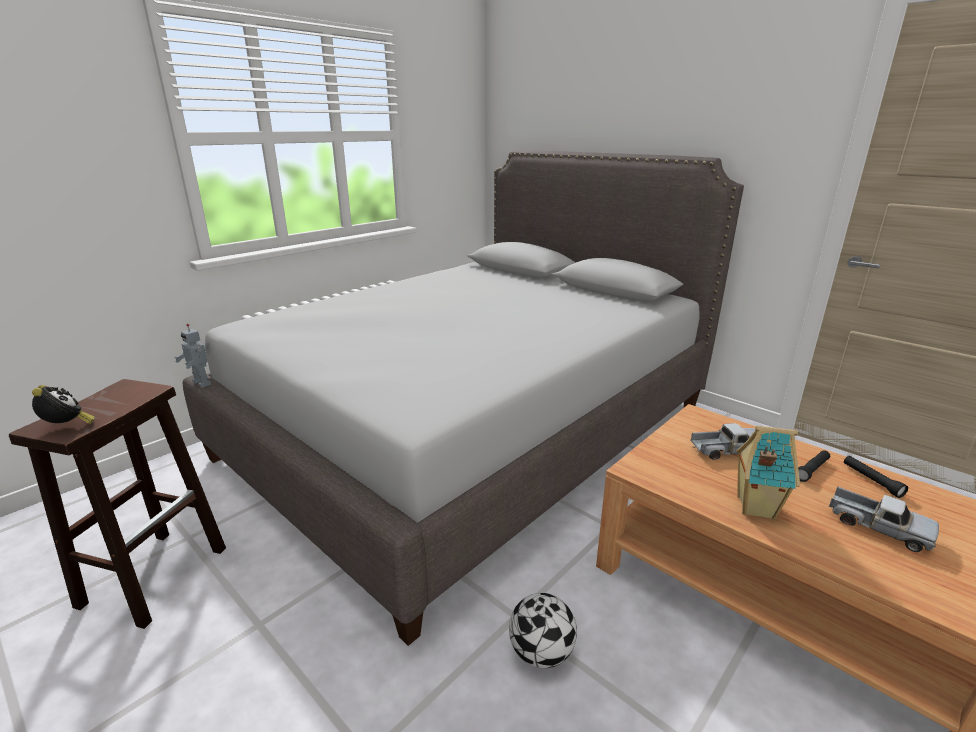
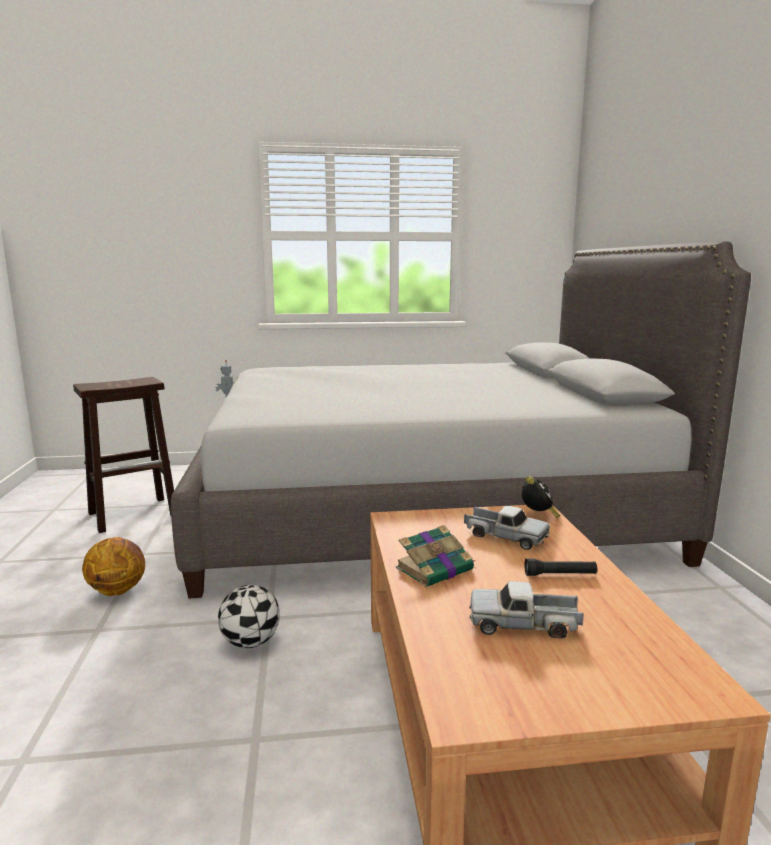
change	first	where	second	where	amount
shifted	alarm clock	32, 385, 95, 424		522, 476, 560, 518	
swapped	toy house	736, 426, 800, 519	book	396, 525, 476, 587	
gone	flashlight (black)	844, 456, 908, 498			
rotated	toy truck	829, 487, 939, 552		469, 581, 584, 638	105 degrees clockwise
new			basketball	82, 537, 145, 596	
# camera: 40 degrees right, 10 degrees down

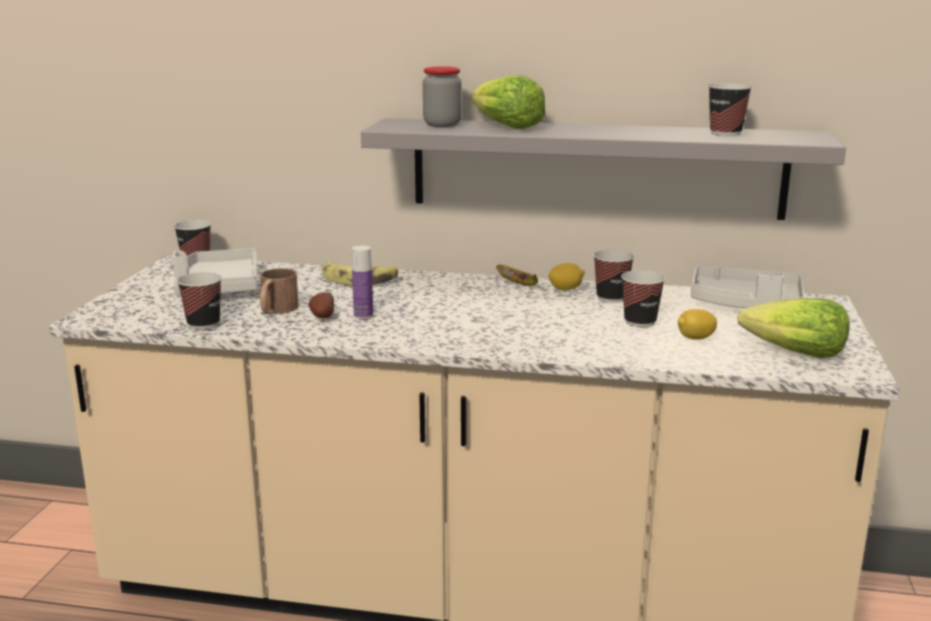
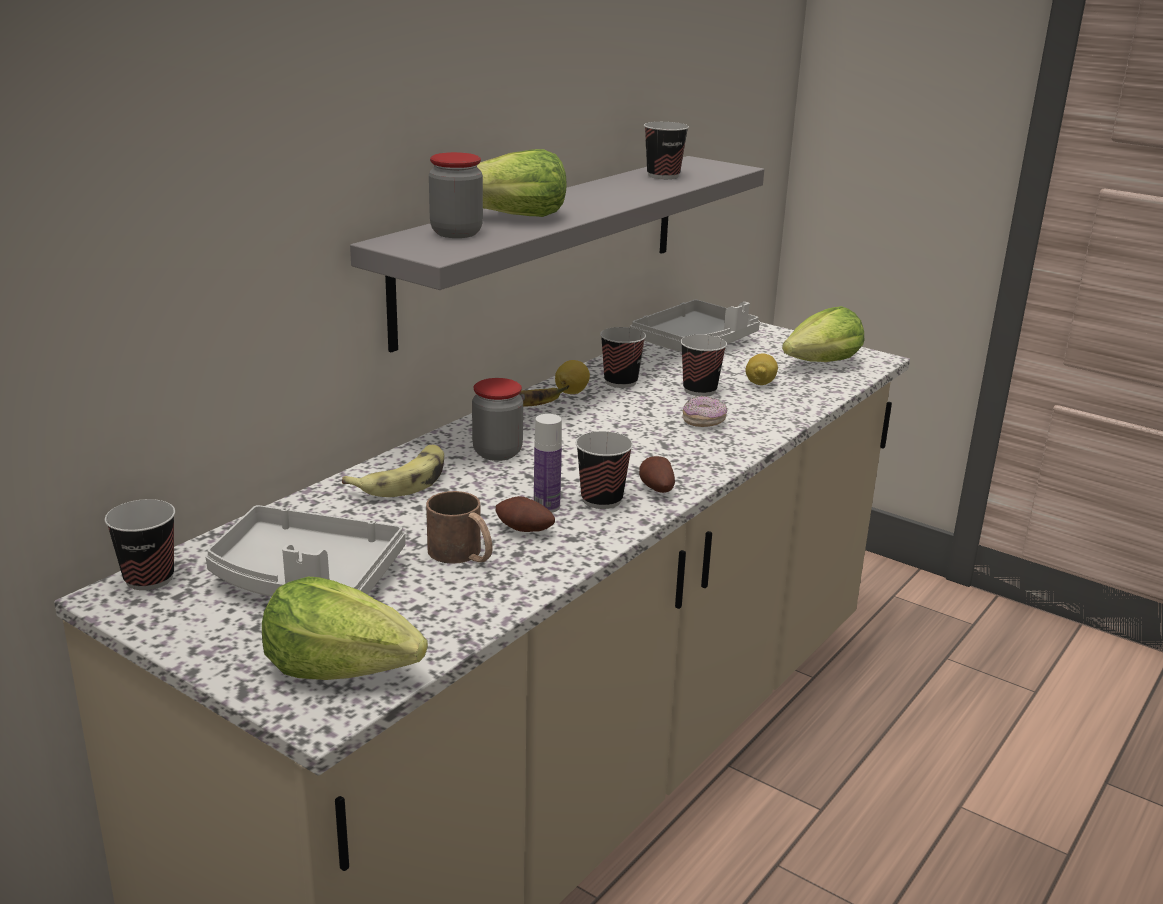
change	first	where	second	where	amount
shifted	cup	177, 272, 222, 330		576, 431, 633, 509	
new			jar	472, 378, 523, 461	
new			donut	682, 396, 727, 427	
new			potato	639, 456, 675, 493	
new			lettuce	262, 577, 428, 680	
# camera: 65 degrees left, 5 degrees up

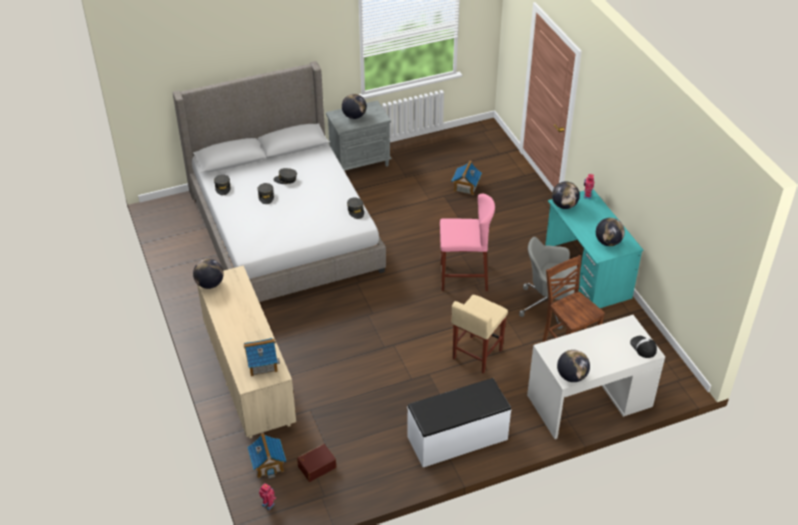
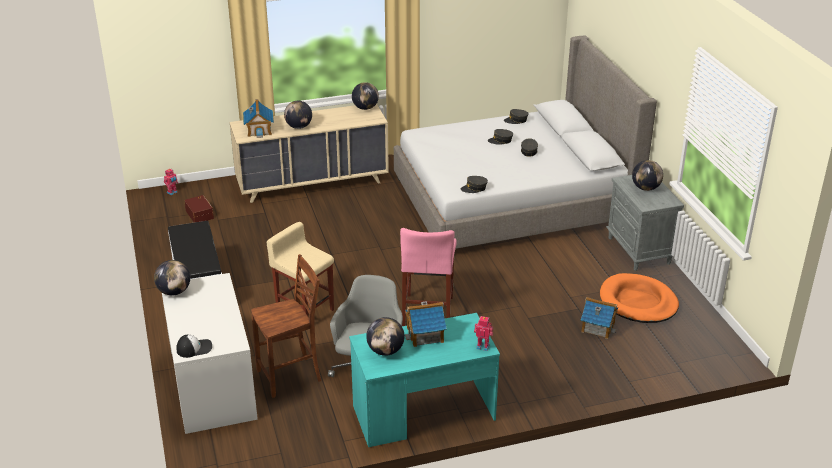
change	first	where	second	where	amount
shifted	globe	552, 182, 580, 209		284, 101, 312, 129	
shifted	toy house	247, 433, 286, 479		405, 301, 447, 347	
new			dog bed (orange)	600, 273, 679, 323	
# camera: 95 degrees right, 10 degrees down

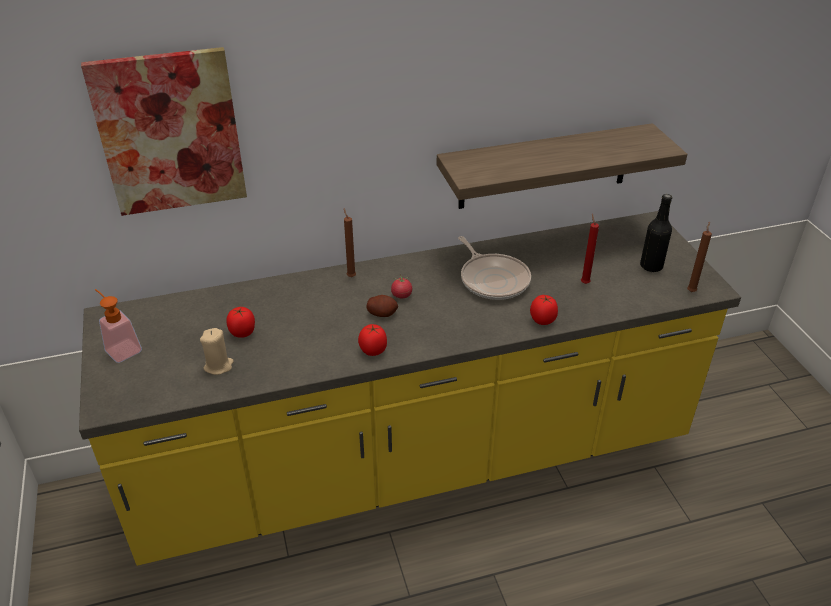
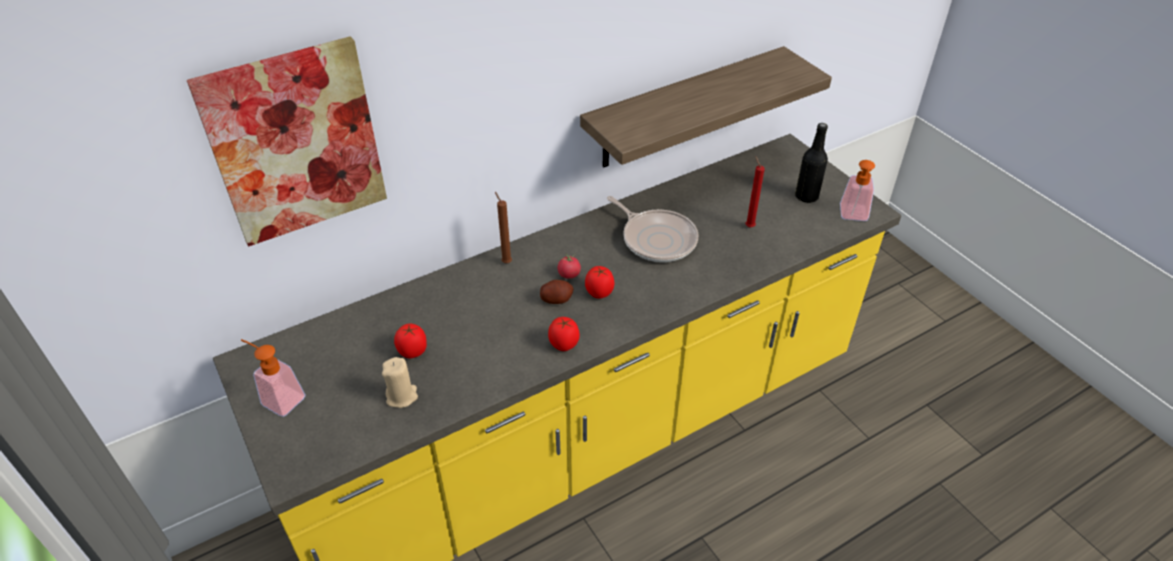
change	first	where	second	where	amount
swapped	candle (brown)	687, 222, 712, 292	soap dispenser	840, 160, 875, 221	
shifted	tomato	530, 295, 558, 325		585, 266, 614, 299	
# camera: 15 degrees left, 5 degrees up

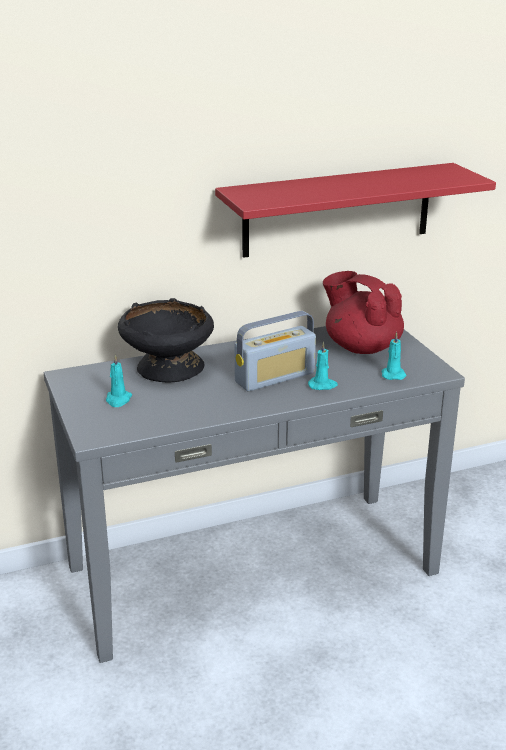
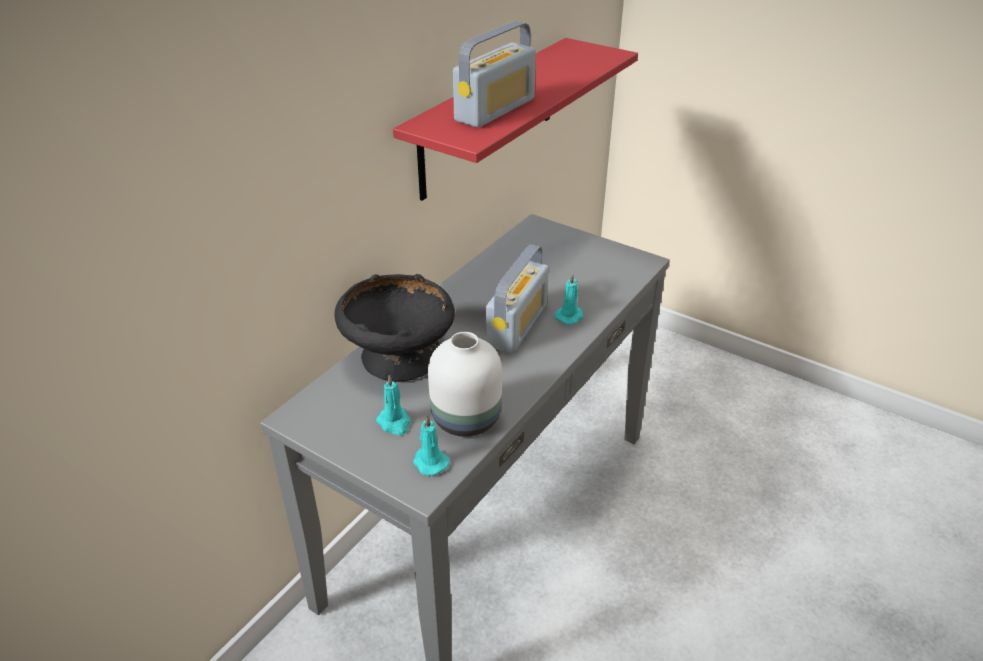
change	first	where	second	where	amount
gone	teapot (red)	323, 271, 404, 354			
shifted	candle (turquoise)	381, 332, 406, 380		413, 415, 449, 476	
new			radio	453, 21, 536, 128	
new			vase (white)	428, 332, 502, 437	
# camera: 35 degrees left, 10 degrees up

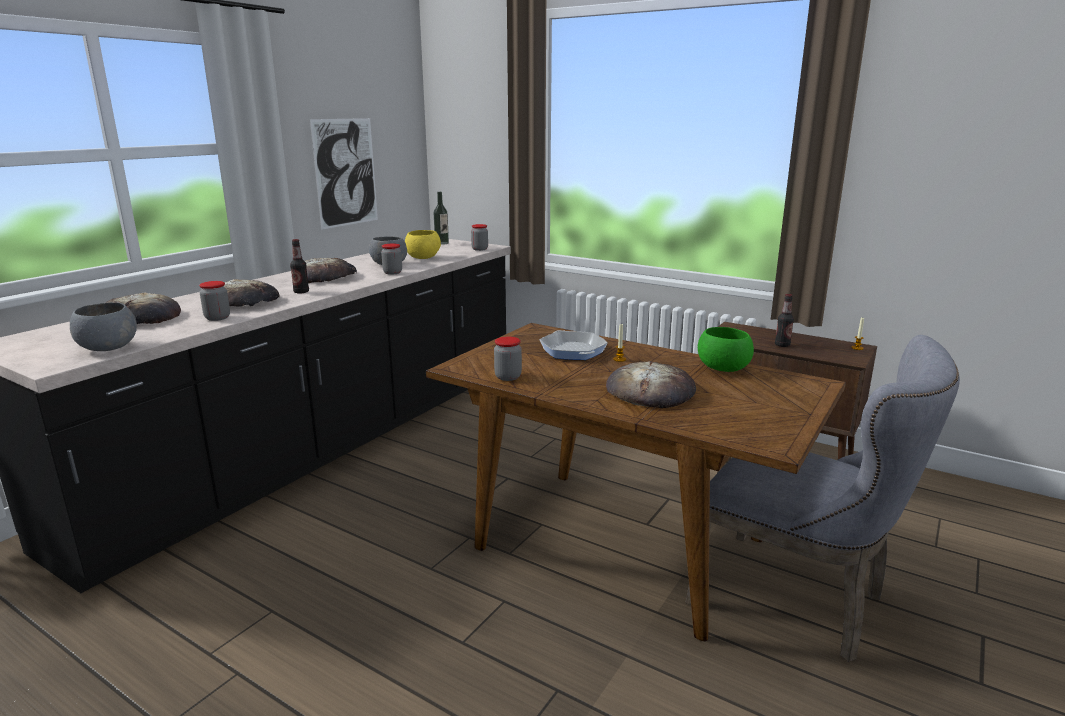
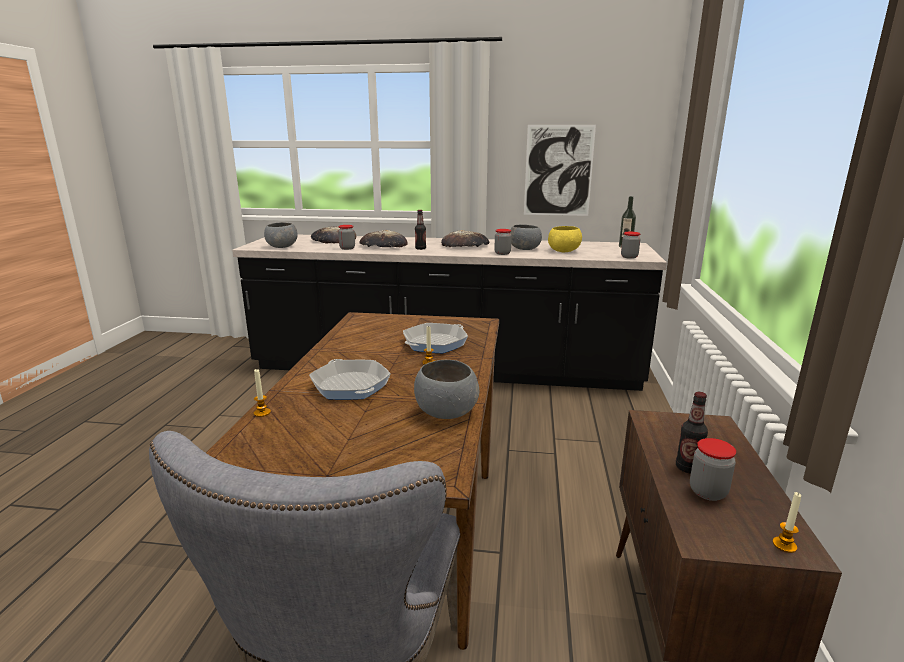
change	first	where	second	where	amount
repainted	bowl (green)	698, 327, 754, 372	bowl (grey)	414, 360, 479, 419	
shifted	jar	494, 337, 522, 381		690, 438, 736, 501	
swapped	bread	606, 361, 696, 408	frying pan	309, 359, 391, 400	
new			candle	254, 369, 271, 417	
# camera: 65 degrees right, 0 degrees up

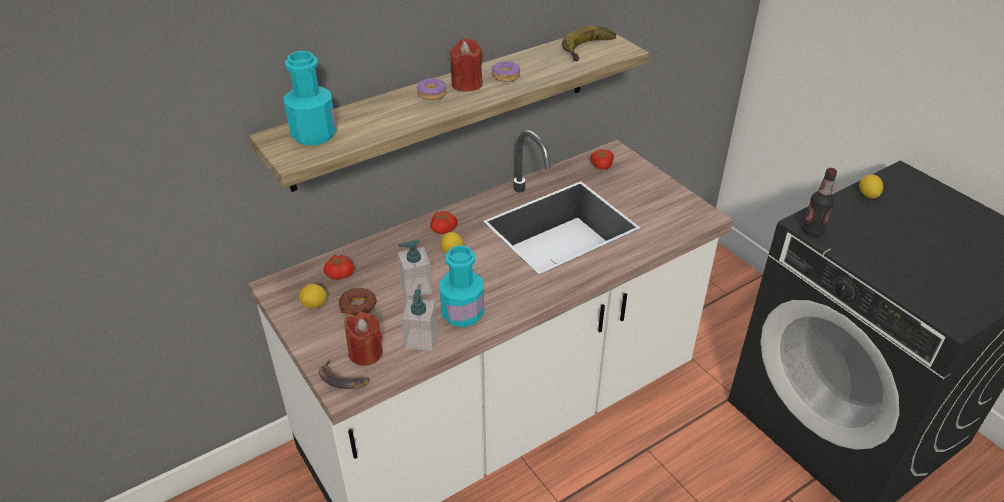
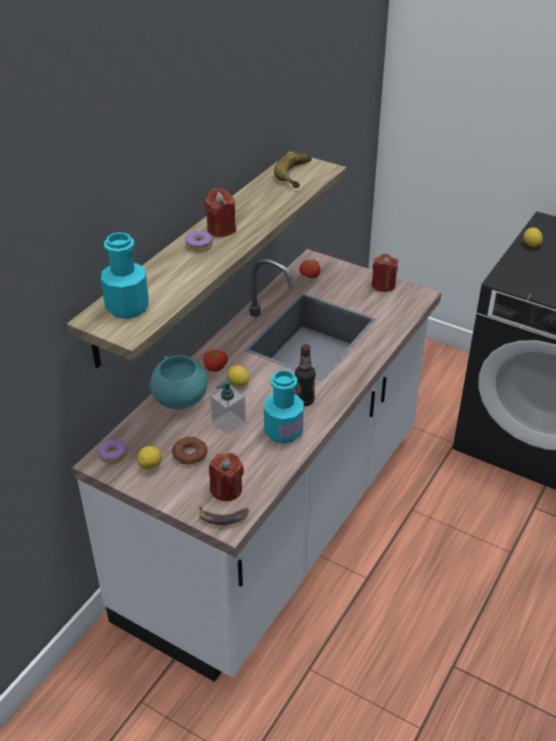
change	first	where	second	where	amount
shifted	donut	491, 61, 520, 82		97, 439, 127, 464	
shifted	bottle	802, 168, 837, 237		295, 344, 315, 406	
gone	tomato	323, 255, 354, 280			
gone	soap dispenser	401, 289, 438, 351			
new			candle (red)	372, 254, 398, 292	
new			bowl (turquoise)	149, 356, 208, 409	
# camera: 25 degrees left, 0 degrees up

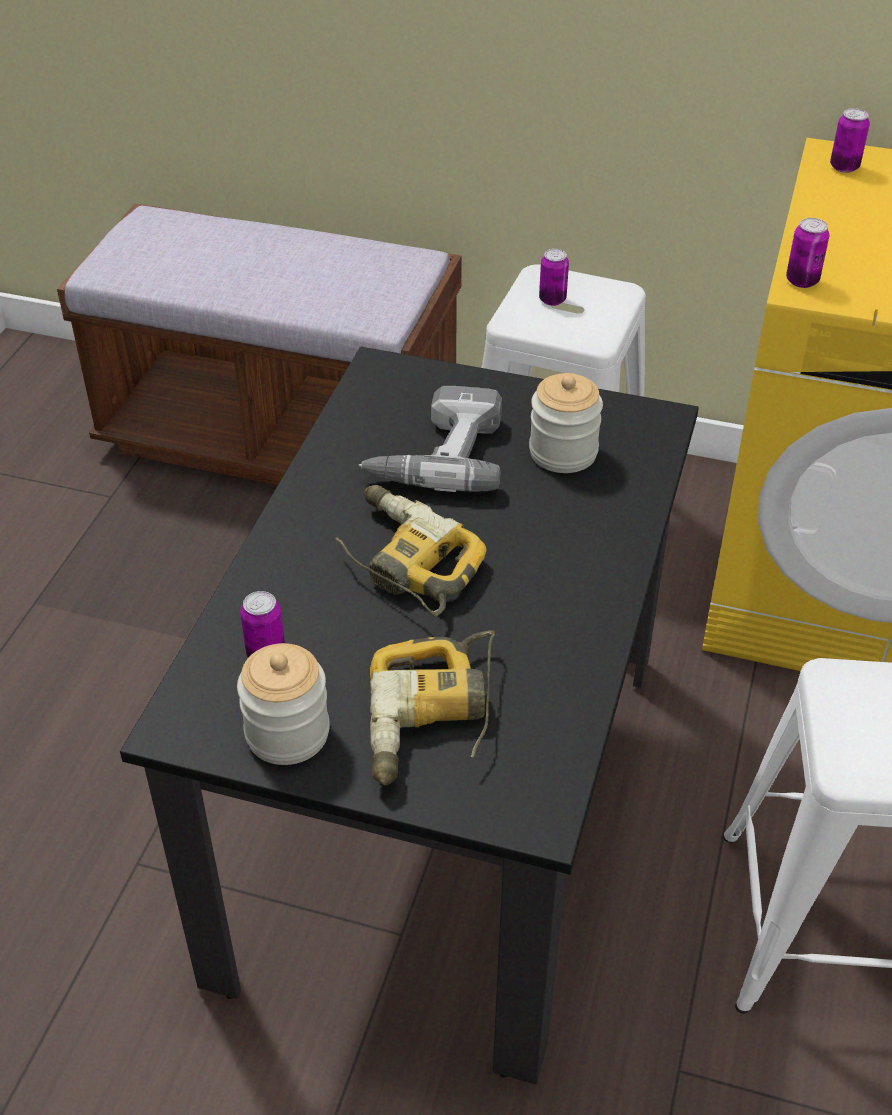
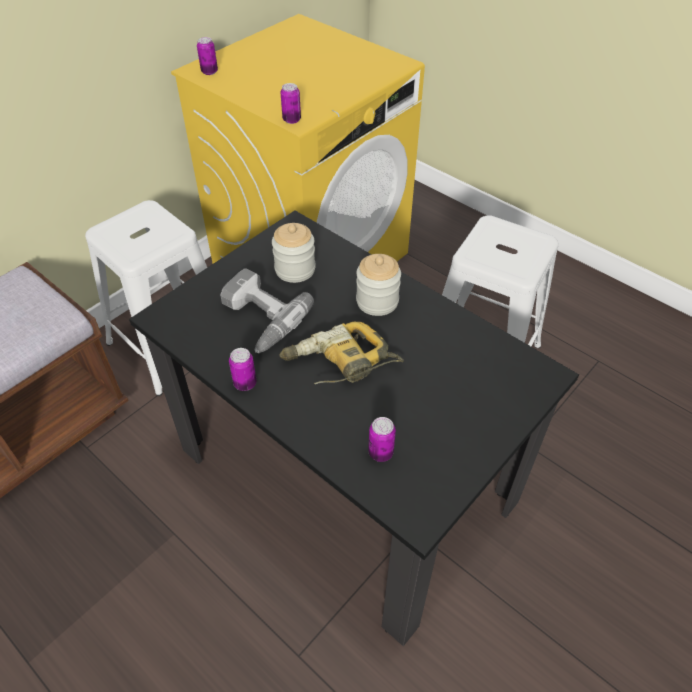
change	first	where	second	where	amount
shifted	can	539, 249, 569, 306		229, 348, 257, 391	
gone	power drill	370, 630, 495, 785			
shifted	jar	237, 643, 330, 765		356, 254, 401, 316	
# camera: 65 degrees left, 5 degrees up

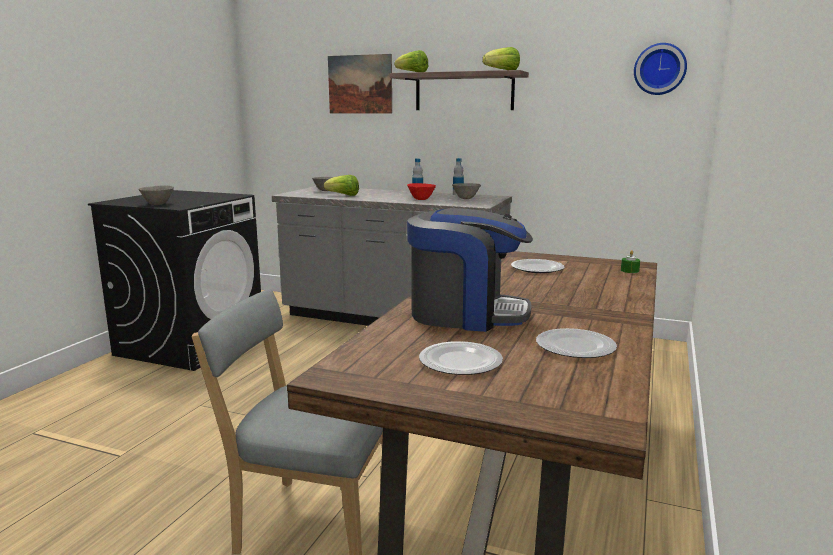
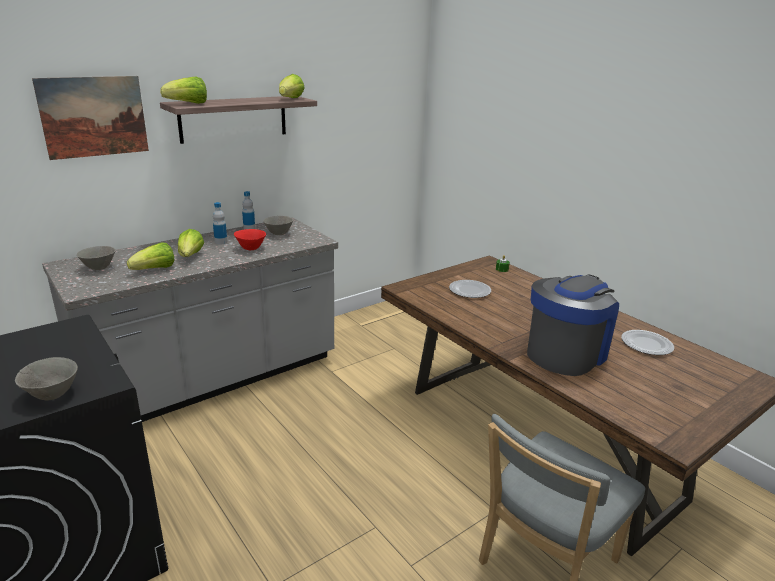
change	first	where	second	where	amount
gone	wall clock	634, 43, 687, 95			
gone	plate	419, 341, 503, 375			
new			lettuce	178, 229, 204, 257	
# camera: 60 degrees left, 10 degrees up

